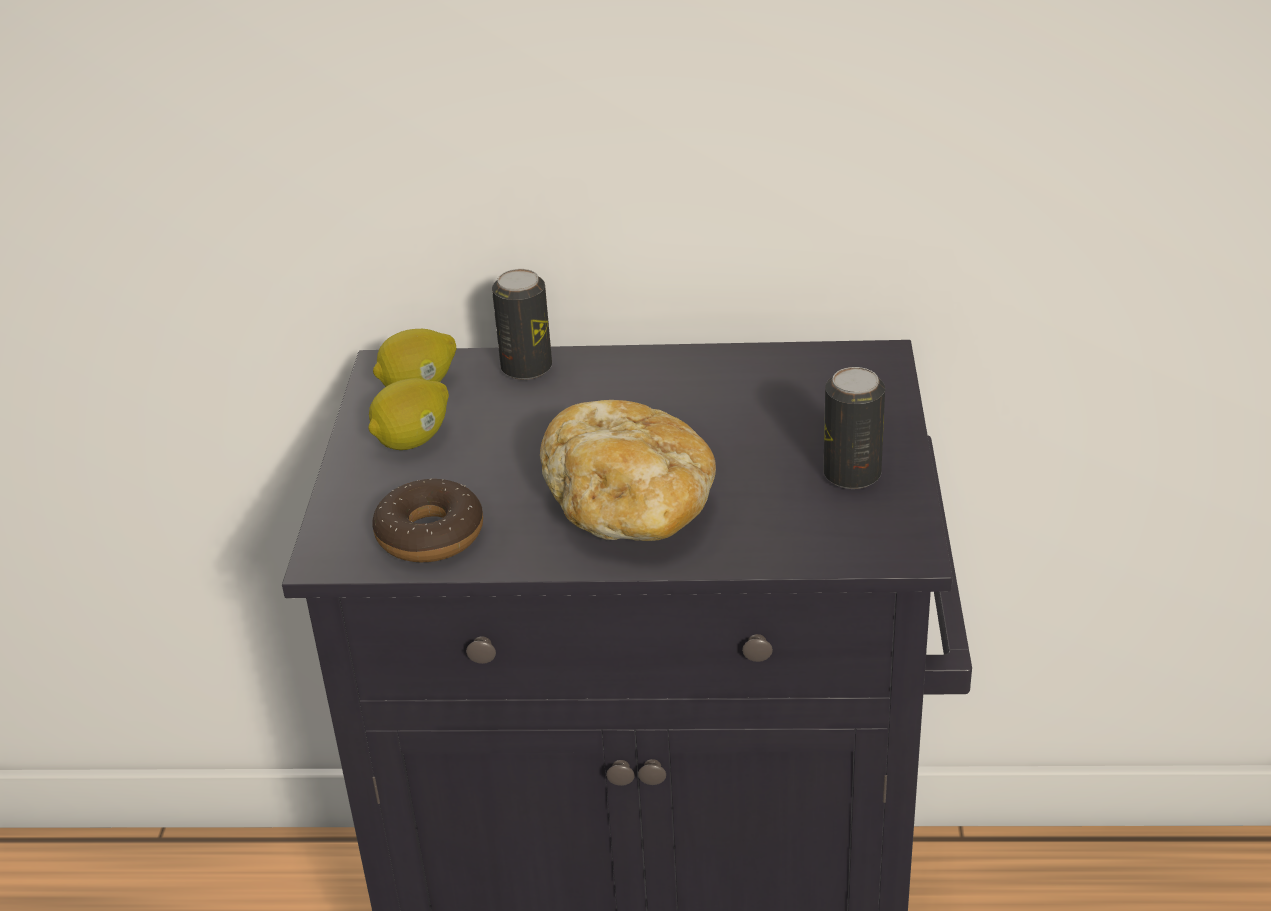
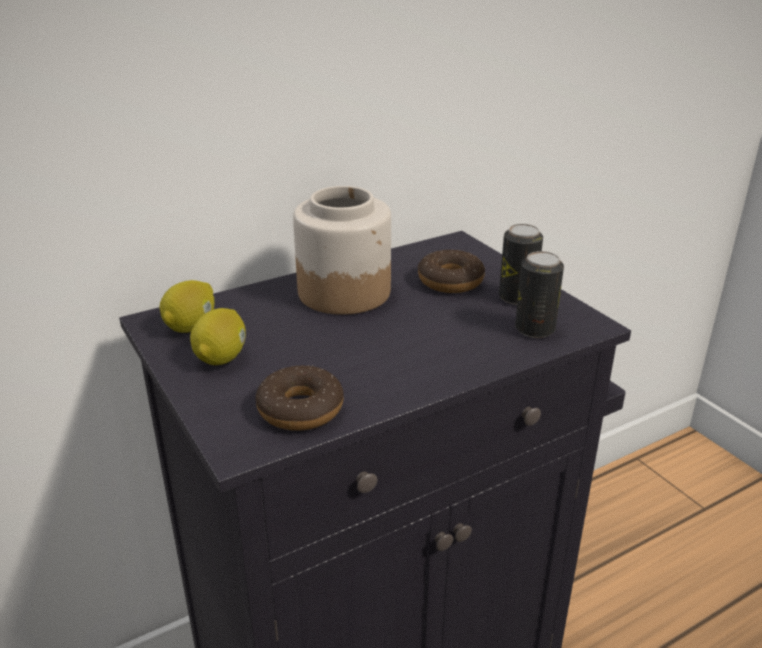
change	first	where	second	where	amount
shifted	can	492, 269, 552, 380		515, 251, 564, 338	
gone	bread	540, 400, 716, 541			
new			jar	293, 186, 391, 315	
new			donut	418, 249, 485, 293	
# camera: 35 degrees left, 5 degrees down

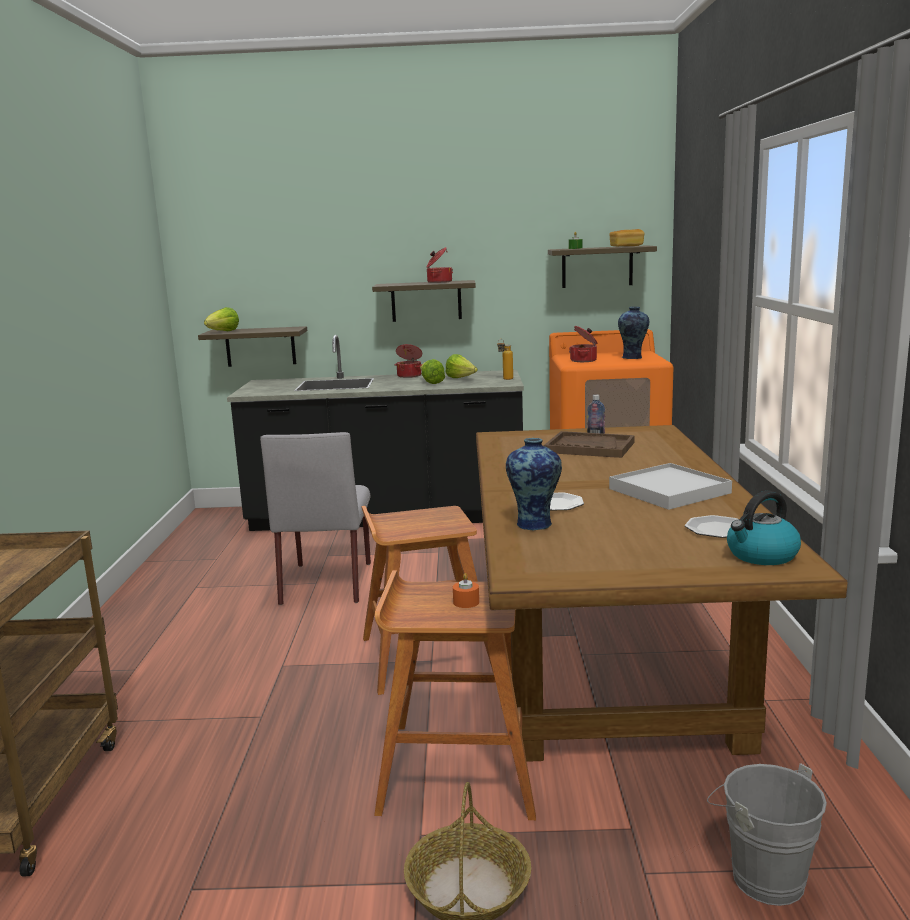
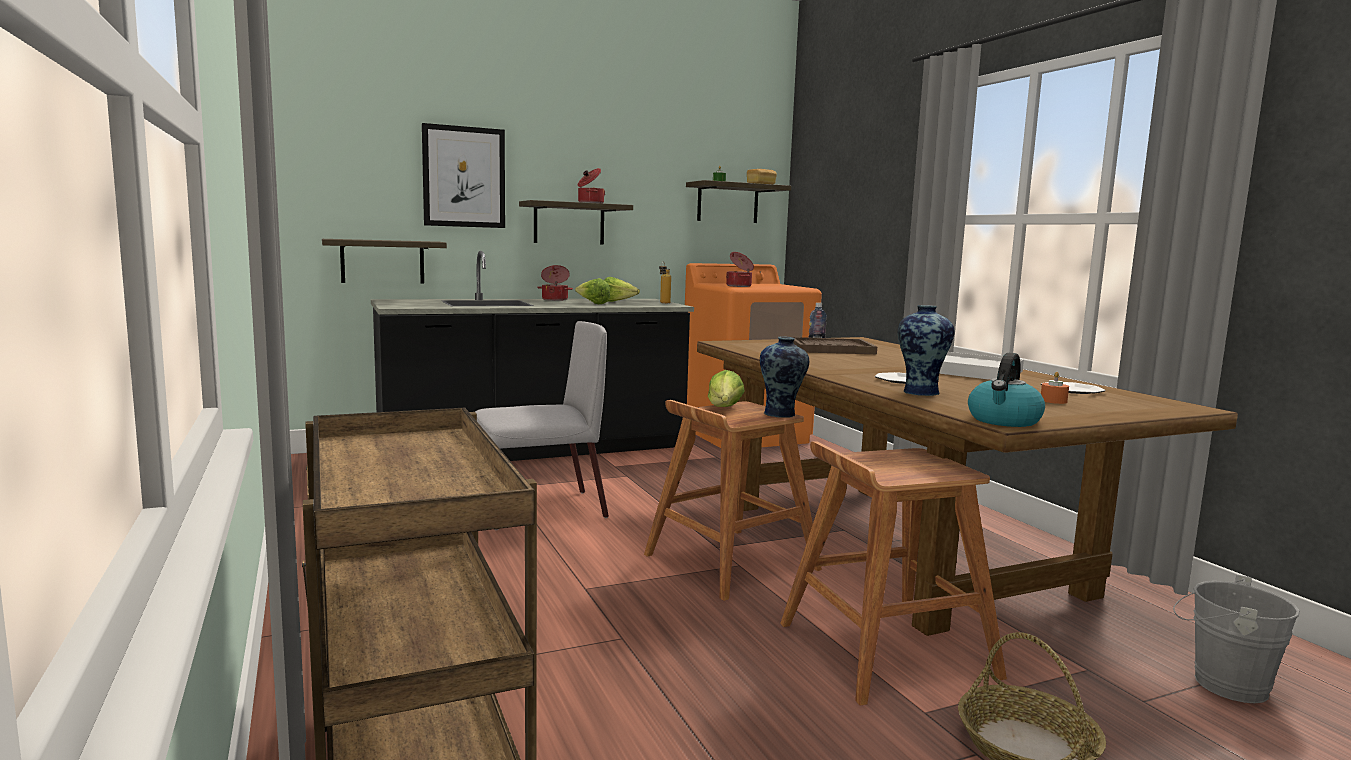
change	first	where	second	where	amount
shifted	vase	618, 306, 649, 359		760, 336, 809, 418	
shifted	lettuce	204, 307, 239, 331		708, 370, 745, 407	
rotated	chair (grey)	260, 432, 371, 605		475, 321, 609, 530	90 degrees counterclockwise
shifted	kettle	727, 491, 801, 565		968, 353, 1045, 427	
shifted	candle (orange)	453, 573, 479, 608		1041, 372, 1069, 404	
new			picture	422, 123, 505, 228	
# camera: 25 degrees left, 5 degrees down

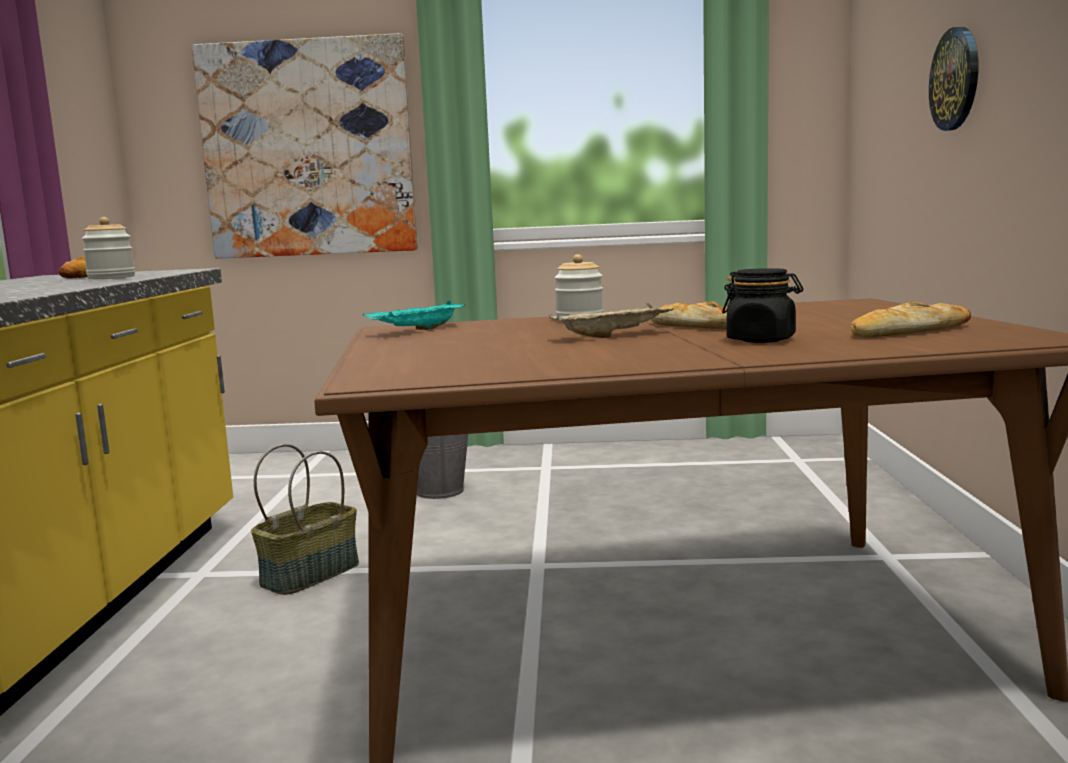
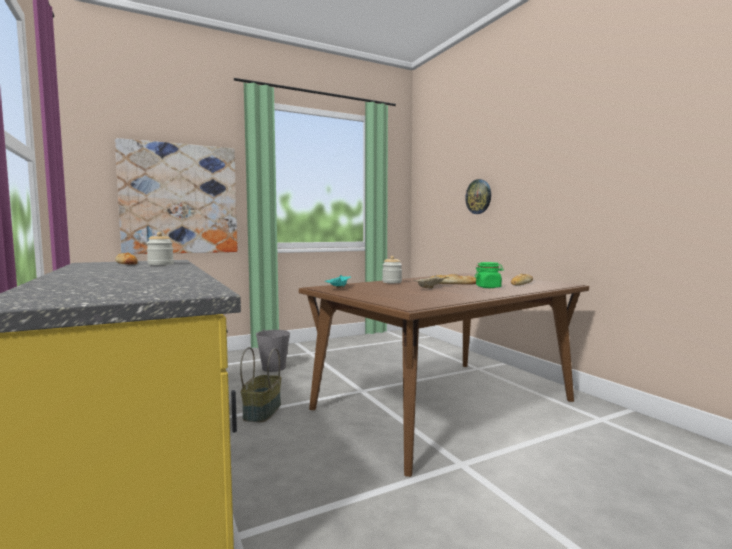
change	first	where	second	where	amount
repainted	jar (black)	722, 268, 803, 343	jar (green)	475, 262, 504, 288	
# camera: 30 degrees left, 5 degrees down

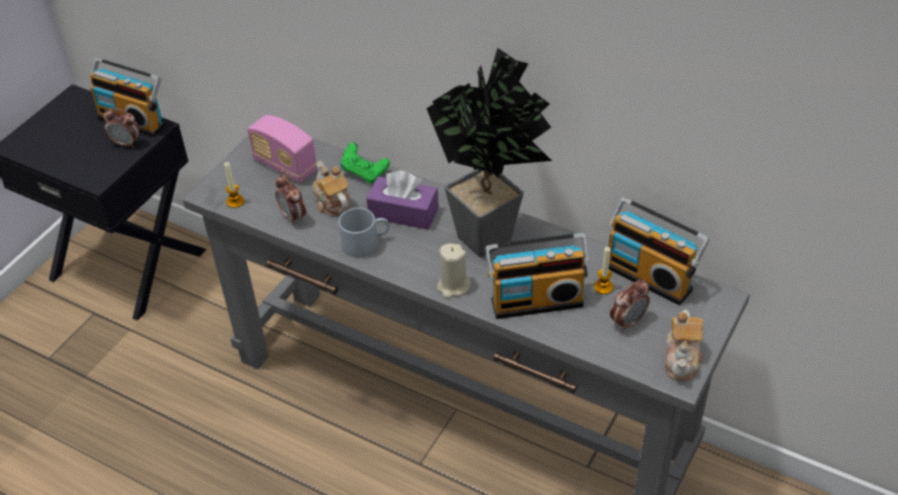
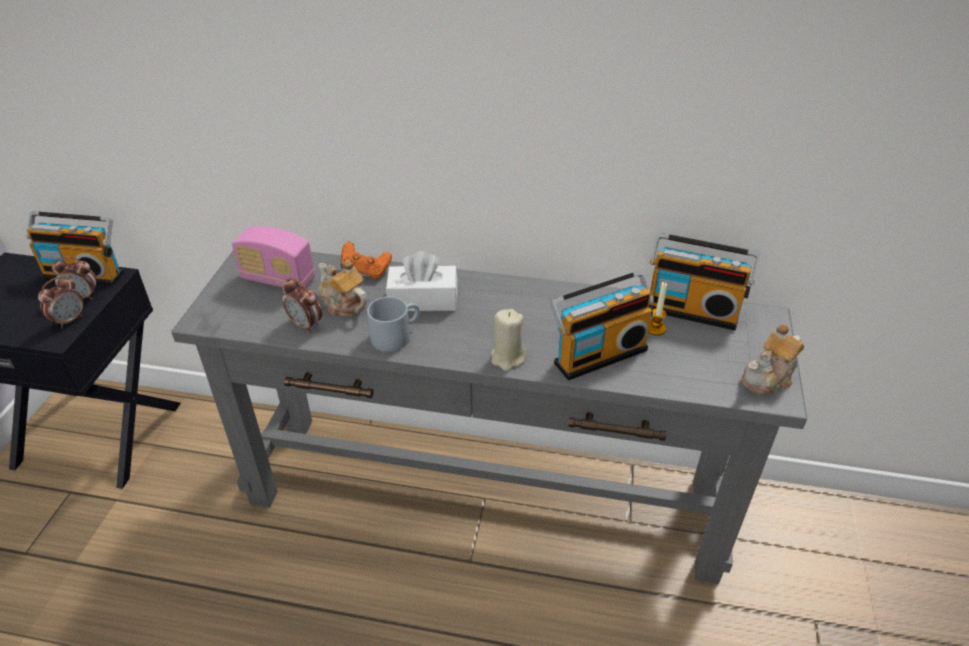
change	first	where	second	where	amount
gone	potted plant	426, 48, 552, 257			
repainted	game controller (green)	341, 142, 390, 183	game controller (orange)	341, 242, 392, 279	
gone	candle	224, 162, 244, 208			
repainted	tissue box (purple)	366, 171, 439, 230	tissue box (white)	386, 251, 457, 311	
shifted	alarm clock	610, 280, 650, 332		38, 277, 83, 329	
rotated	teapot	664, 310, 704, 381		742, 324, 805, 395	60 degrees clockwise
# camera: 20 degrees left, 5 degrees down

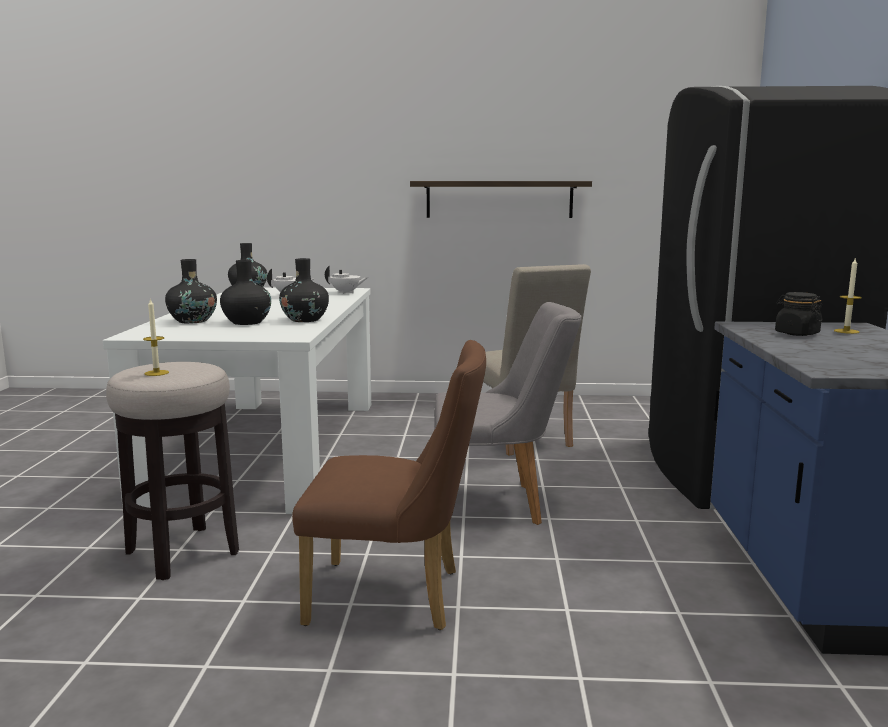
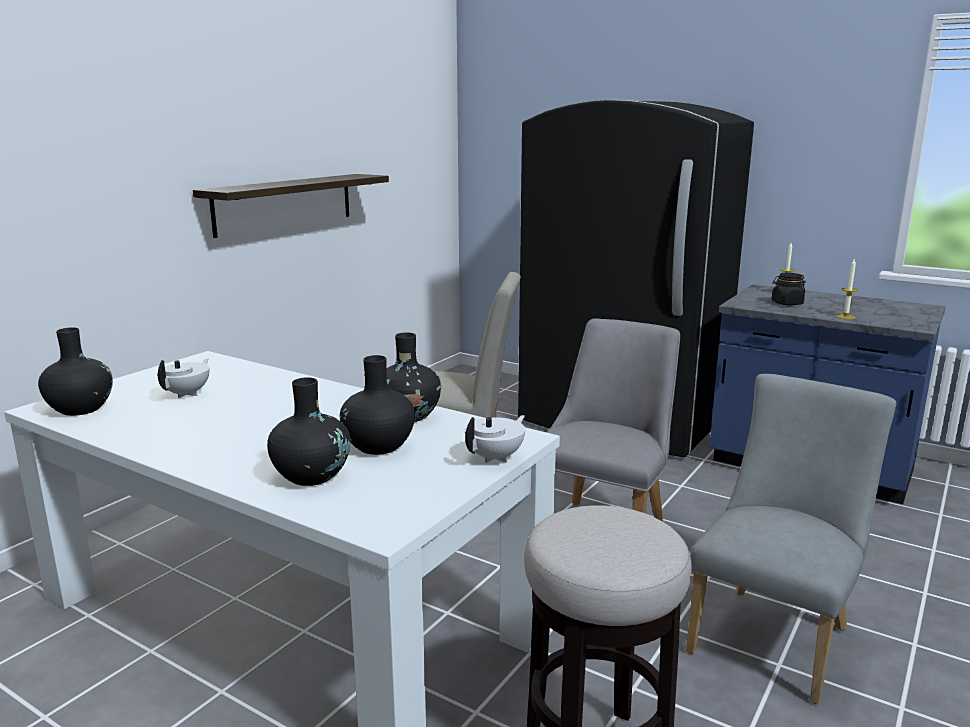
change	first	where	second	where	amount
shifted	teapot (white)	325, 266, 368, 294		465, 415, 525, 463	
shifted	candle	143, 298, 169, 376		836, 259, 858, 319	
repainted	chair (brown)	292, 340, 486, 630	chair (grey)	686, 374, 896, 704	
# camera: 60 degrees left, 5 degrees up

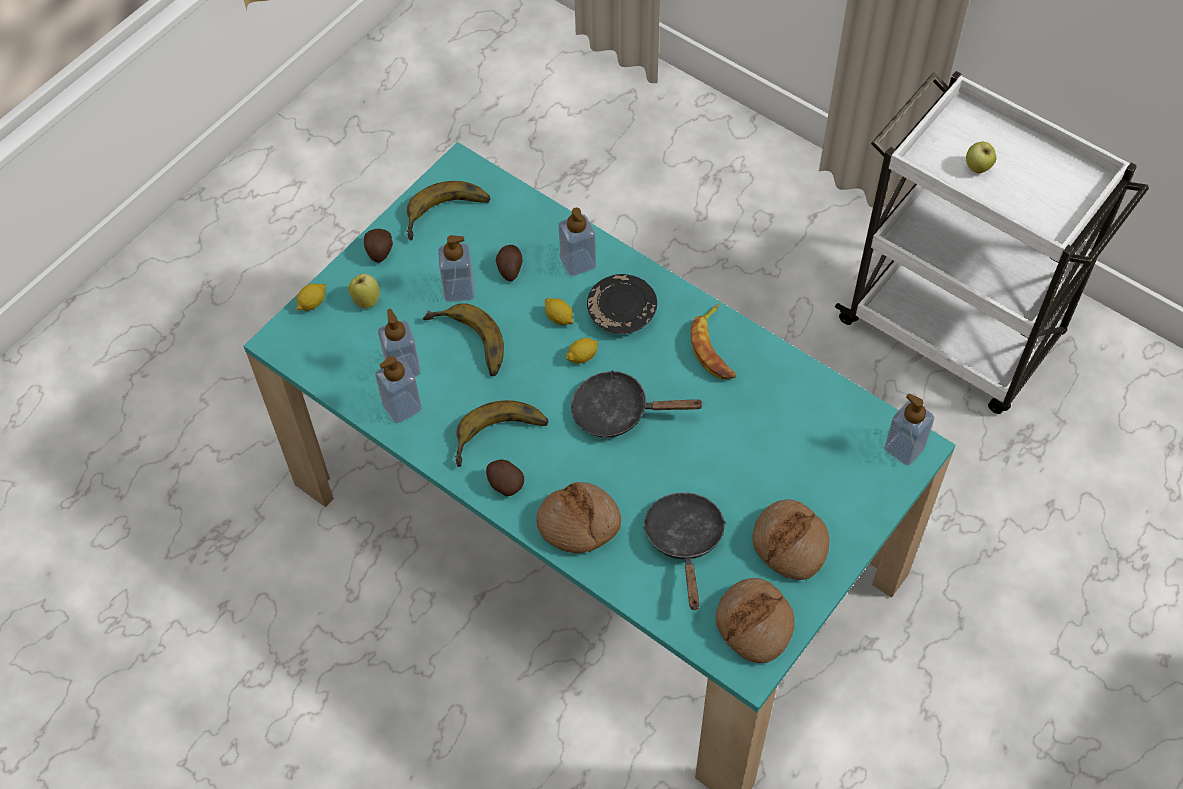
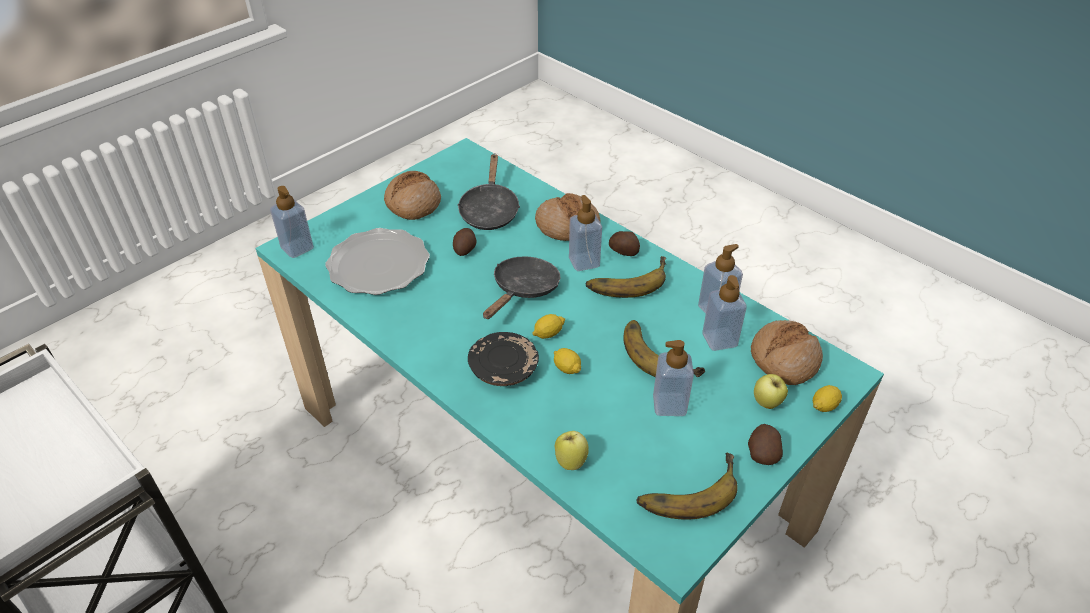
change	first	where	second	where	amount
shifted	apple	966, 142, 996, 173		555, 431, 589, 470	
shifted	soap dispenser	559, 207, 596, 276		569, 195, 602, 271	
shifted	potato	496, 245, 522, 281		453, 228, 477, 256	
gone	banana	690, 303, 736, 379			
rotated	frying pan (black)	571, 370, 704, 438		483, 256, 560, 319	75 degrees counterclockwise
shifted	bread	716, 578, 795, 663		751, 320, 823, 385	
new			plate	325, 228, 430, 295	
# camera: 175 degrees left, 15 degrees down

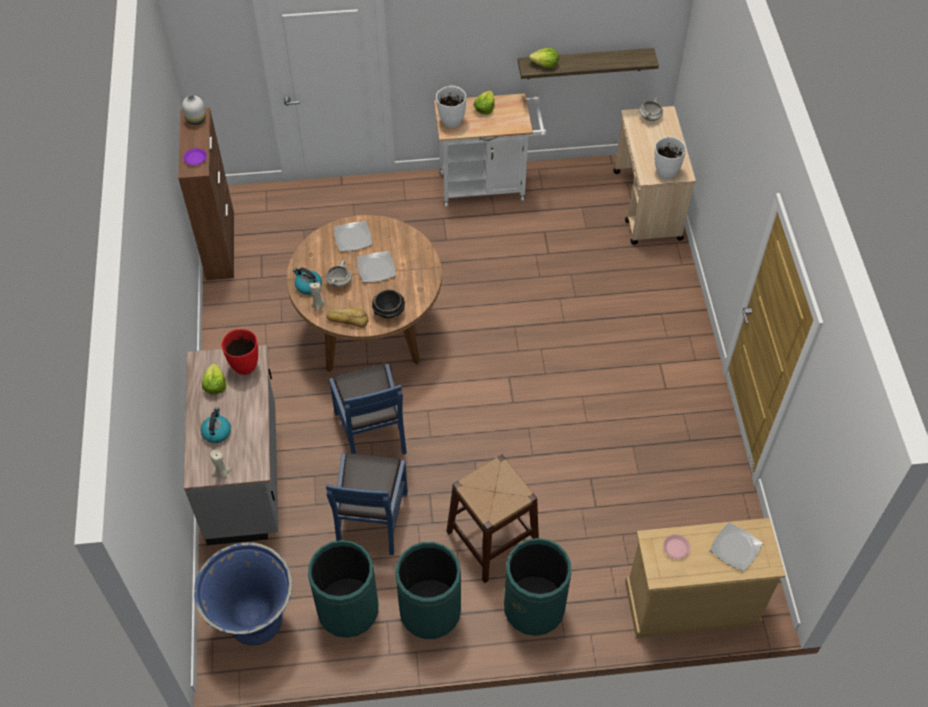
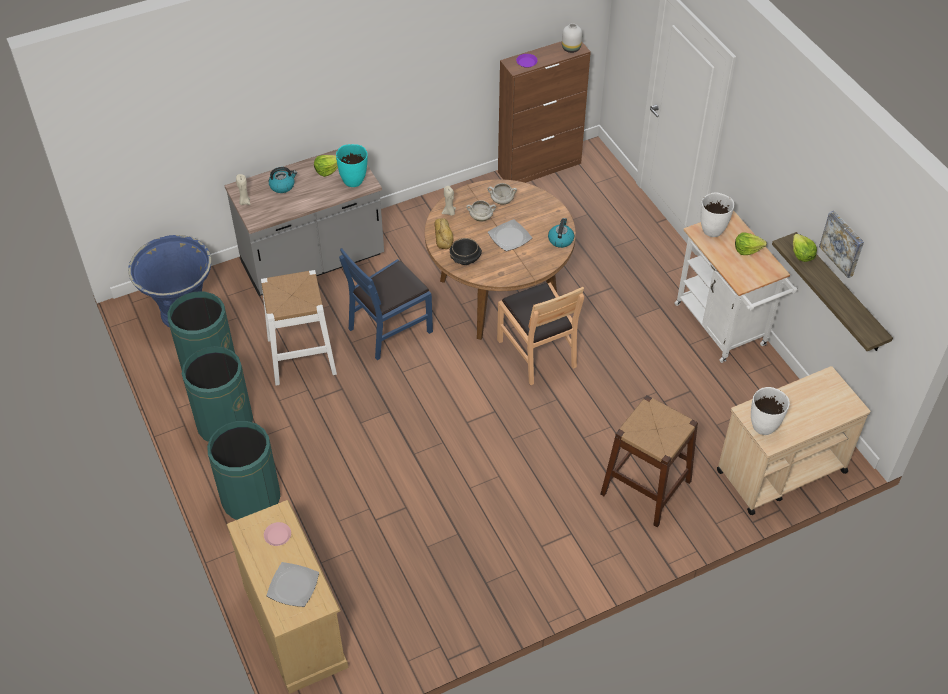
change	first	where	second	where	amount
shifted	cooking pot (white)	640, 97, 663, 121		488, 183, 517, 205	
gone	plate	334, 221, 372, 251			
shifted	kettle	293, 268, 322, 295		548, 218, 574, 248	
repainted	vase (red)	221, 329, 258, 375	vase (turquoise)	336, 144, 368, 187	
swapped	chair (blue)	326, 453, 408, 555	stool (white)	261, 270, 337, 385	
shifted	stool (brown)	446, 455, 539, 583		600, 395, 698, 527	
new			picture	819, 211, 864, 278	
new			chair (brown)	497, 282, 584, 385	
# camera: 70 degrees right, 5 degrees down

